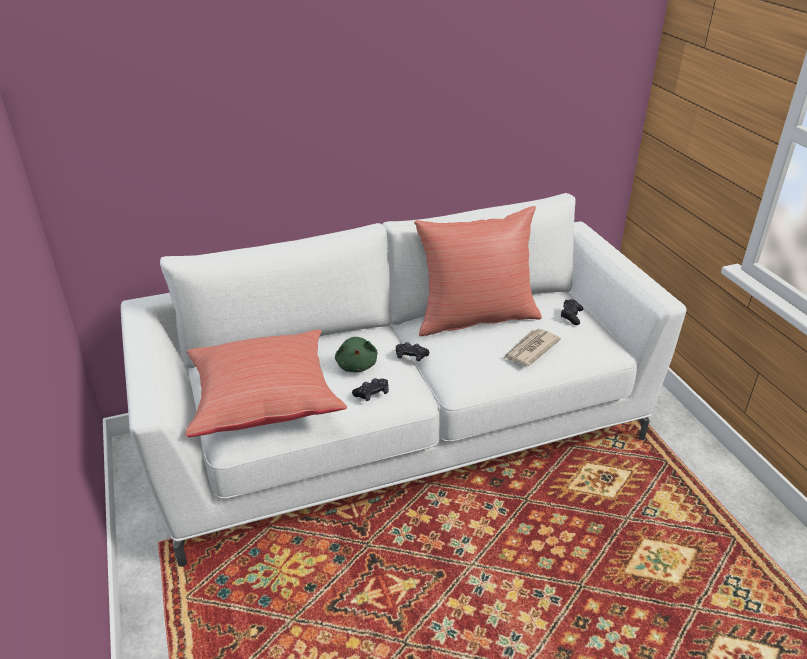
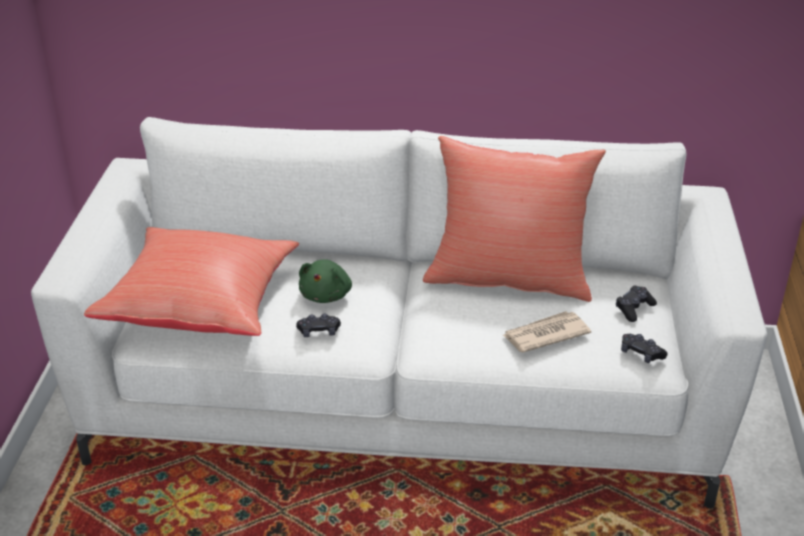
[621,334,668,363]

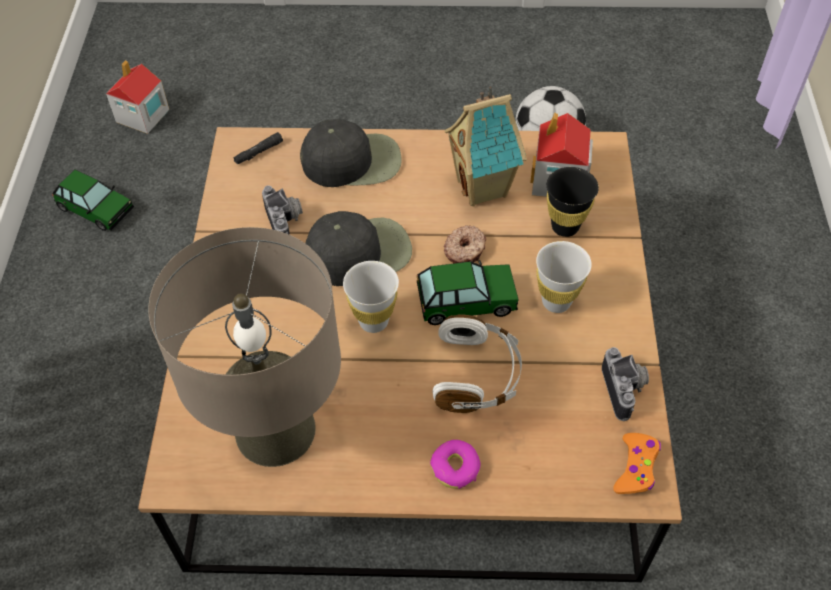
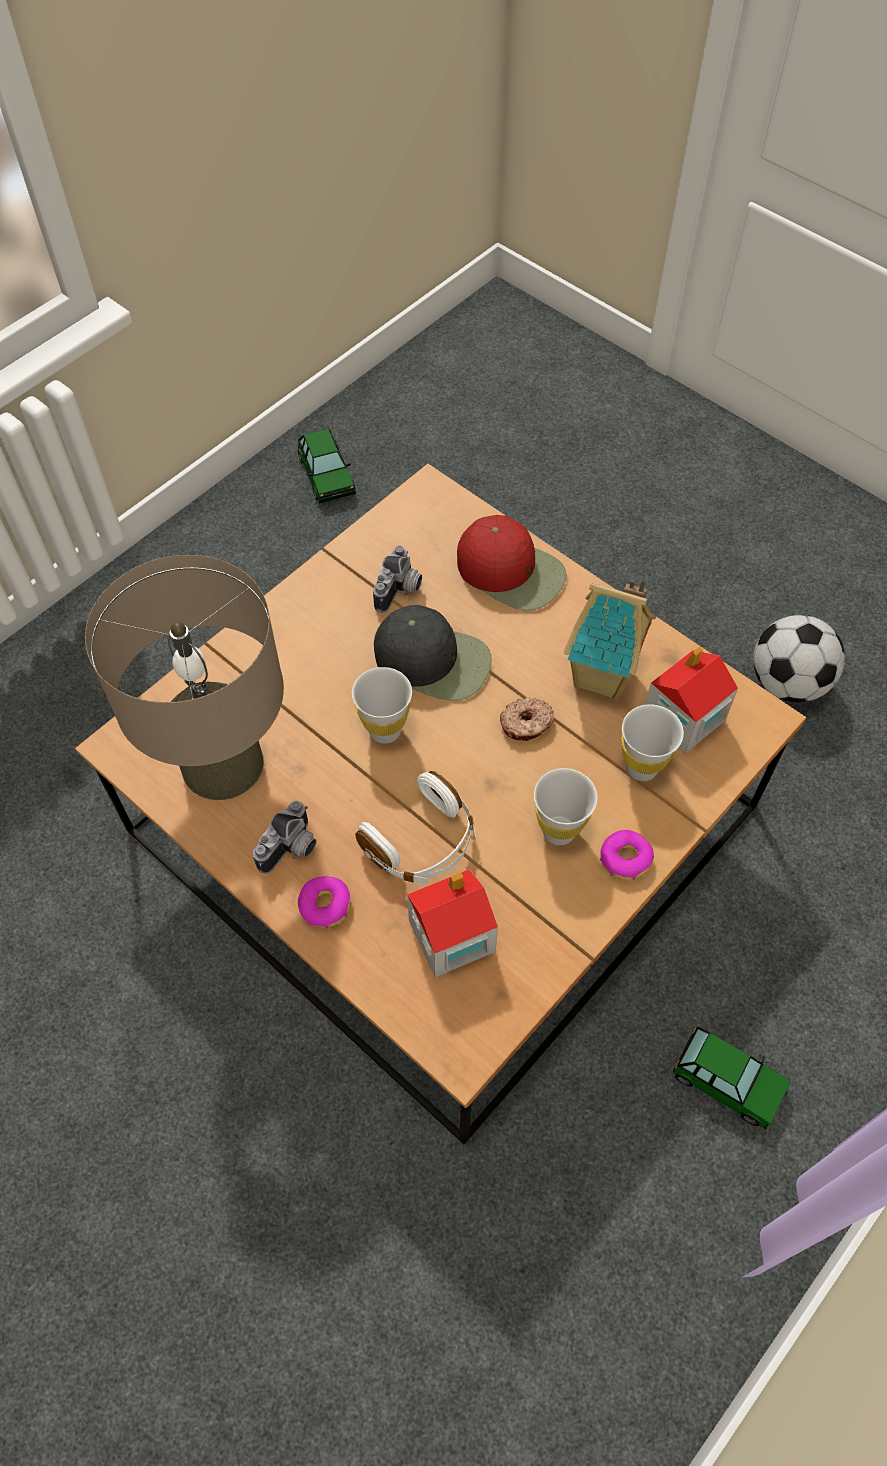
[253,801,317,874]
[407,869,498,977]
[457,515,566,611]
[600,830,654,880]
[621,704,684,781]
[673,1026,791,1129]
[233,132,283,164] (first image)
[613,433,661,494] (first image)

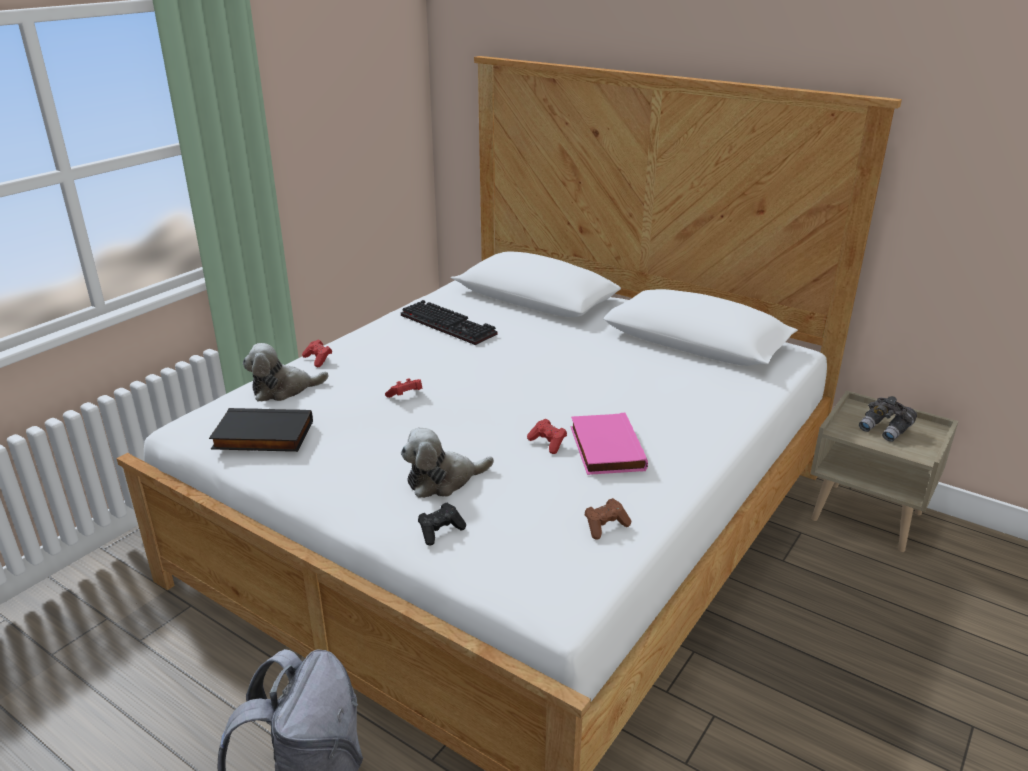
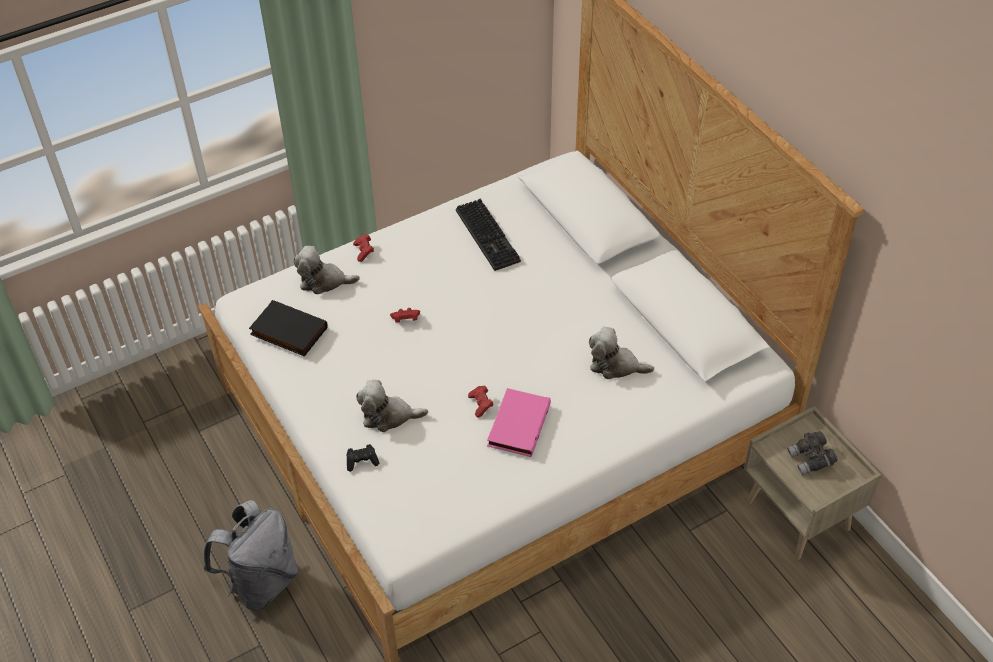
[589,327,654,379]
[585,498,631,540] (first image)

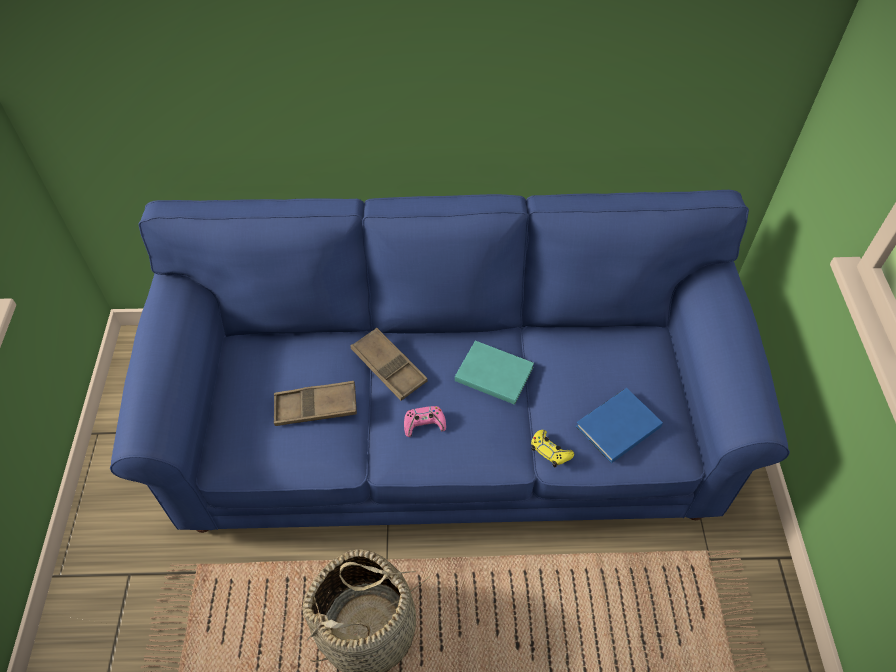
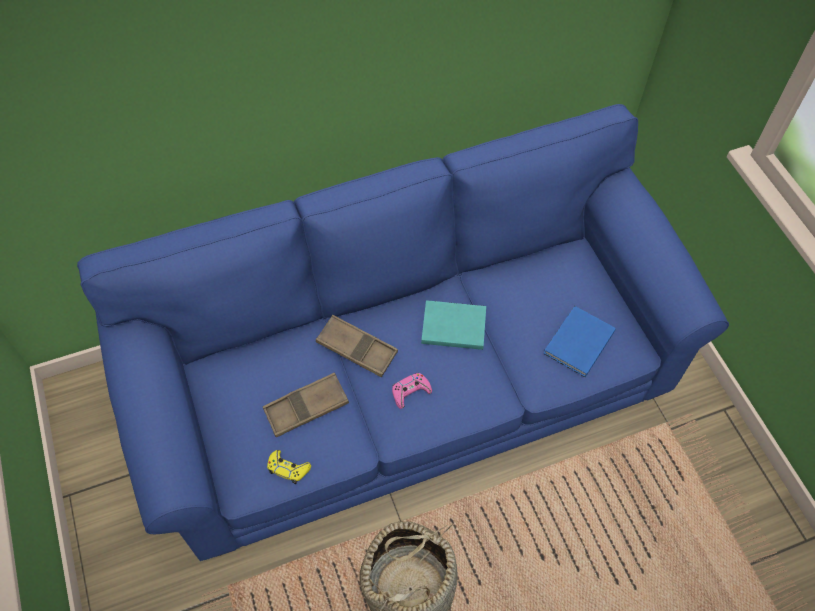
[267,450,311,484]

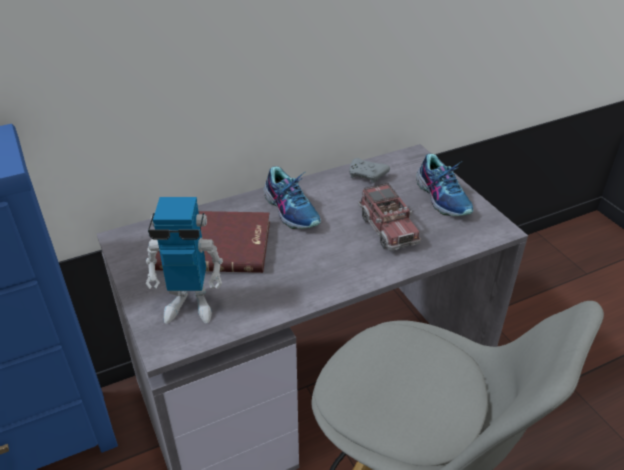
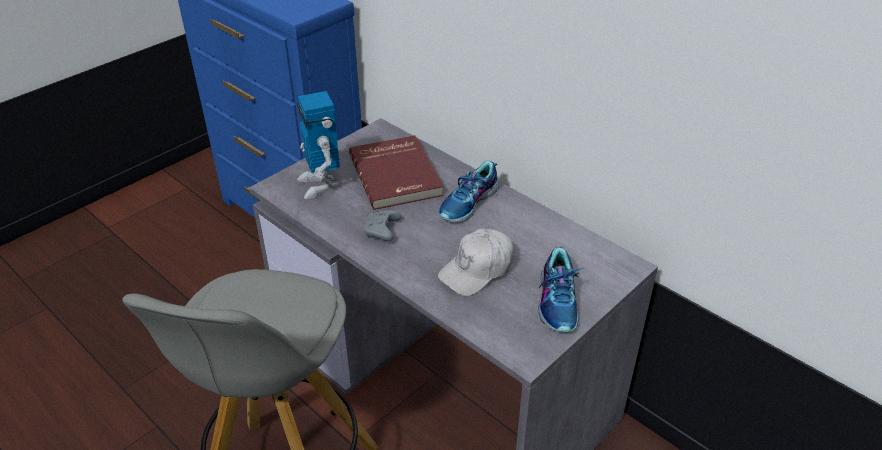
[364,210,401,241]
[438,229,514,296]
[538,247,584,332]

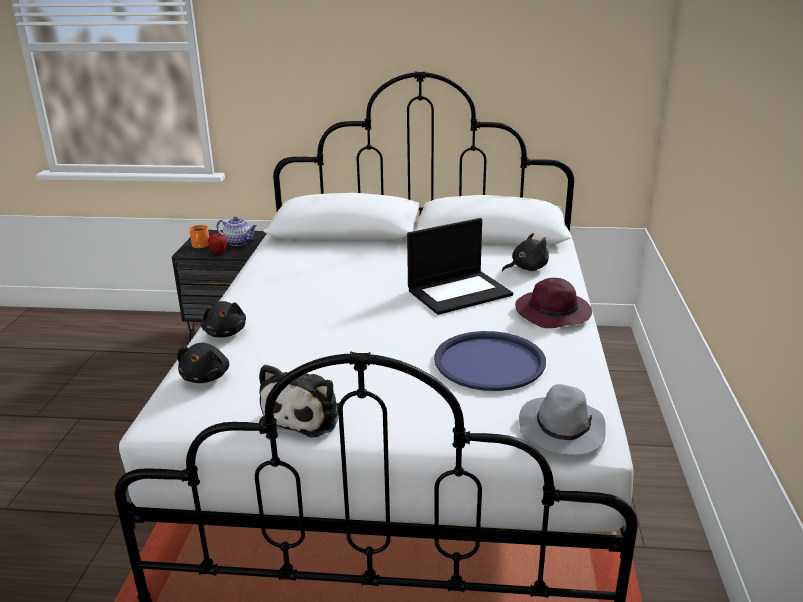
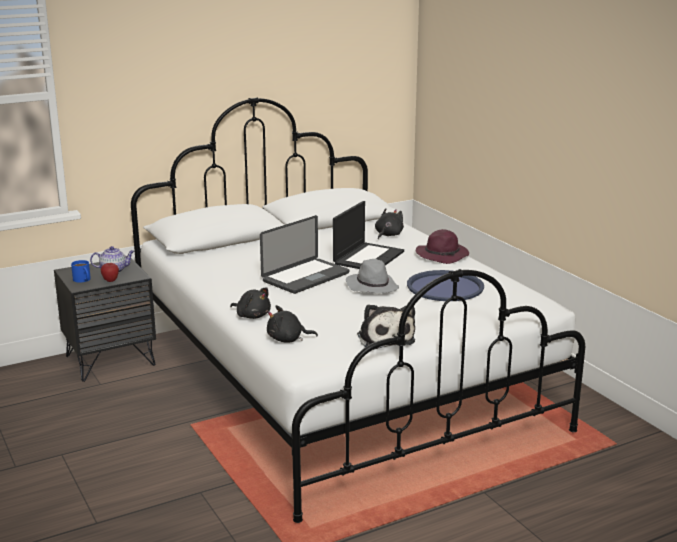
[71,260,91,282]
[260,215,349,294]
[267,305,318,343]
[346,259,399,293]

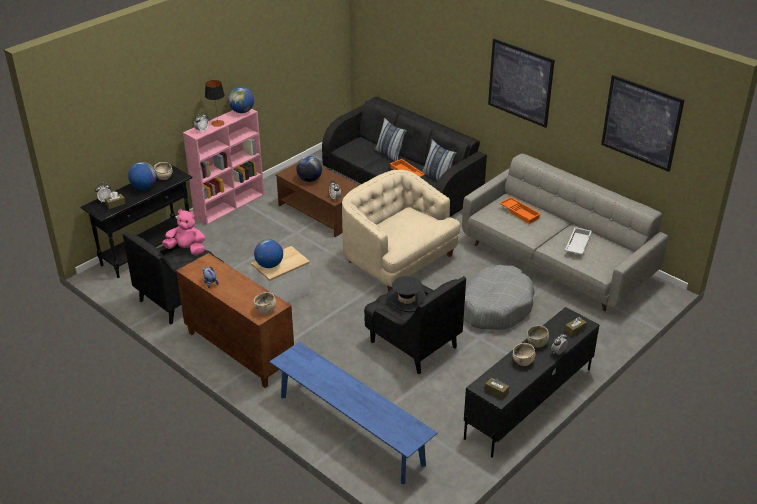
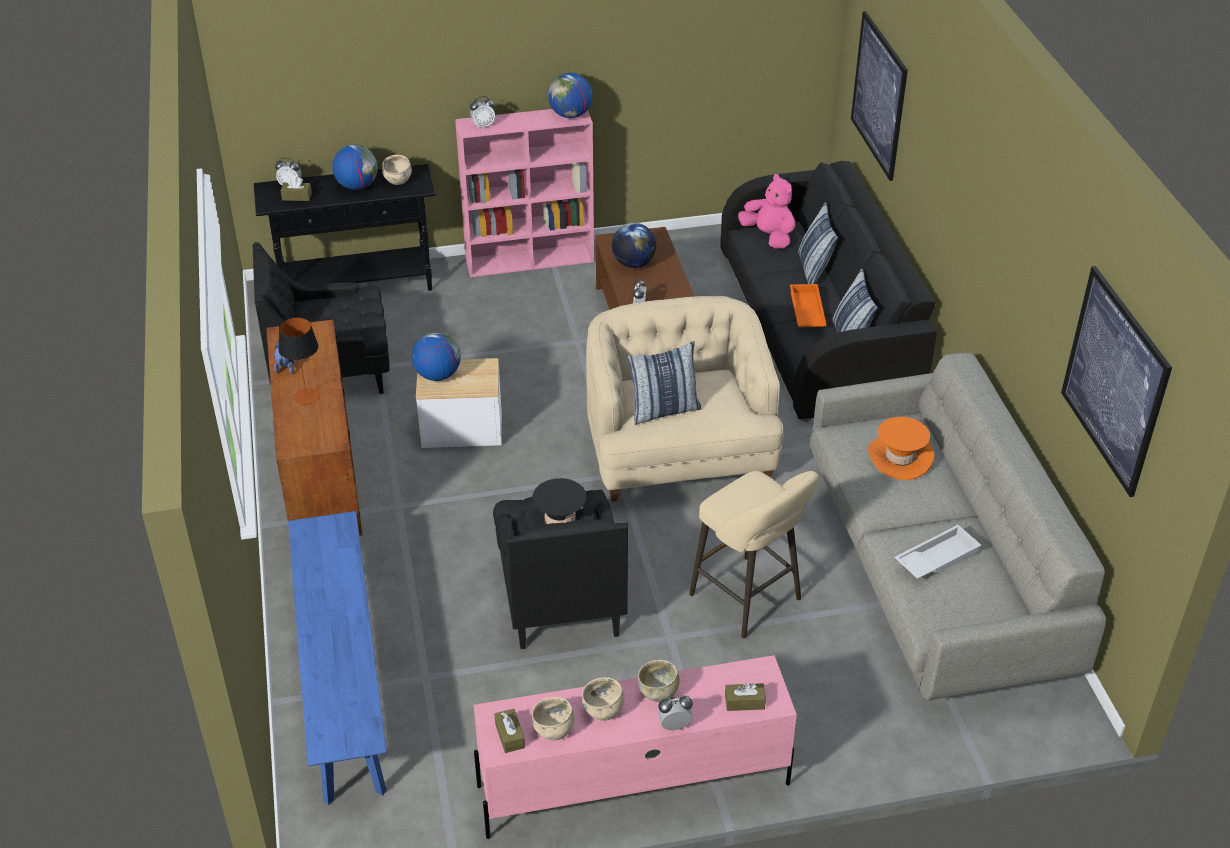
[278,317,320,405]
[474,655,797,839]
[532,697,575,741]
[626,341,702,425]
[689,471,819,638]
[738,174,795,248]
[851,11,908,181]
[868,417,934,480]

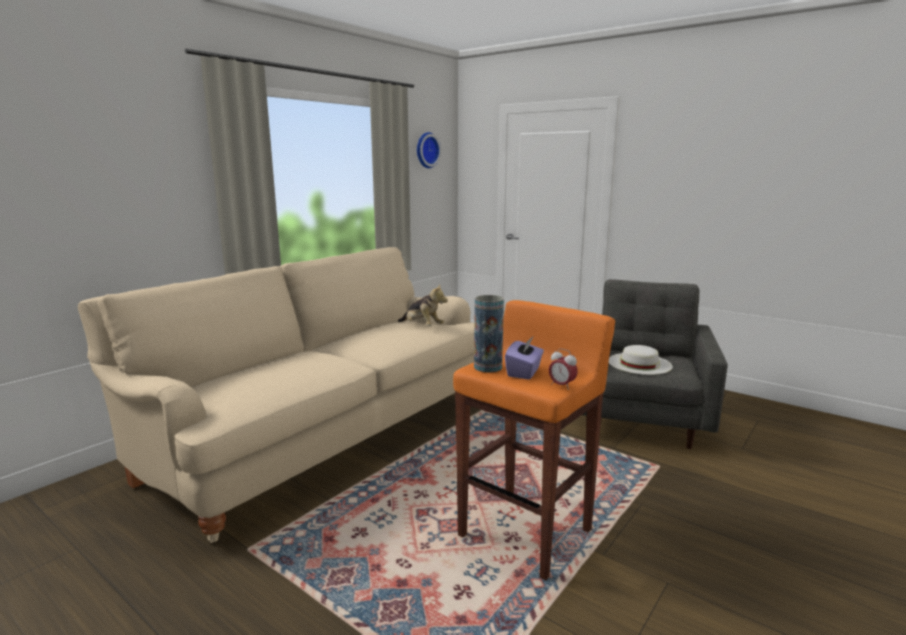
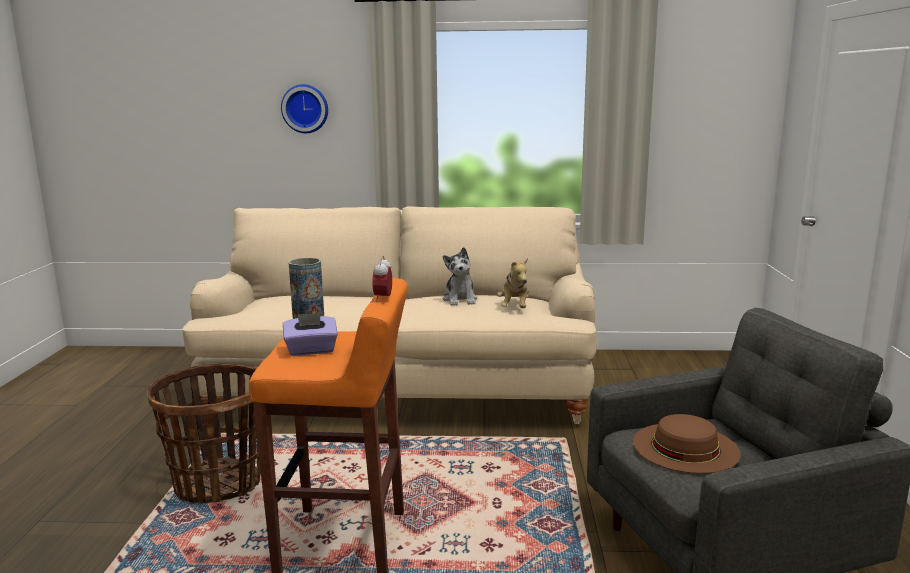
[147,364,261,504]
[281,84,328,133]
[372,256,392,302]
[443,247,477,306]
[633,414,741,474]

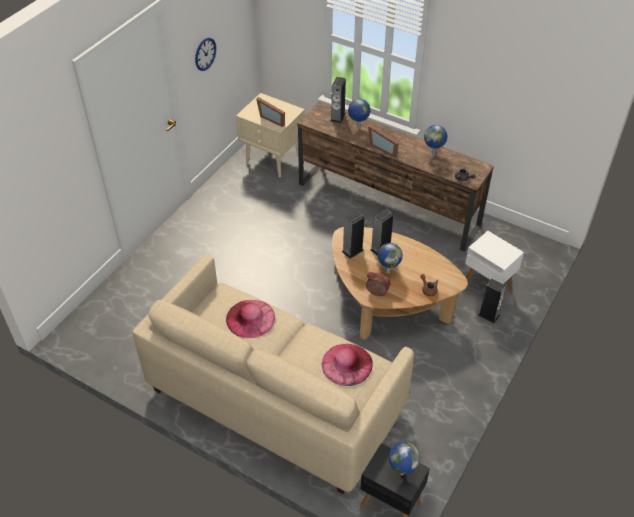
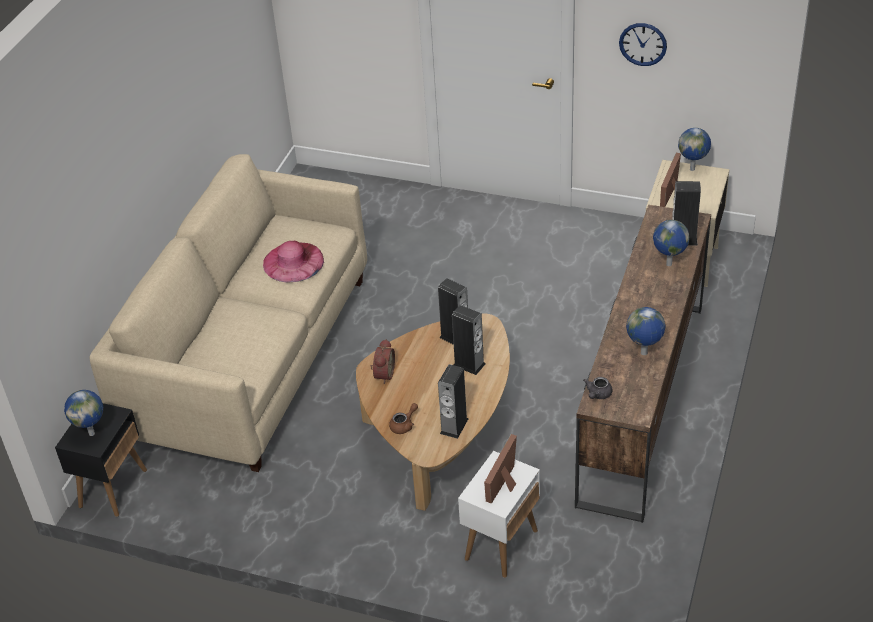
[438,364,468,439]
[484,434,517,504]
[678,128,711,171]
[322,344,373,386] (first image)

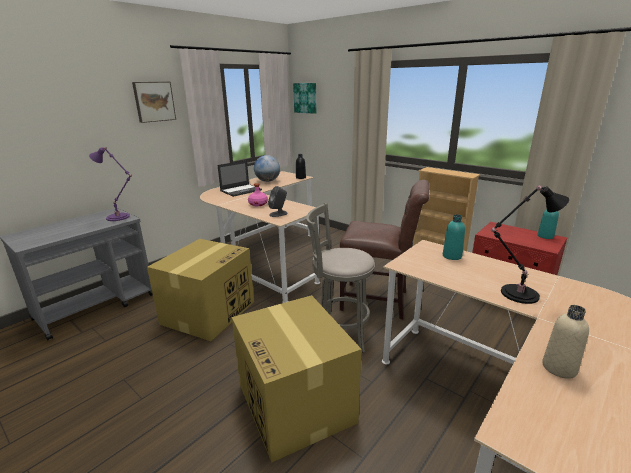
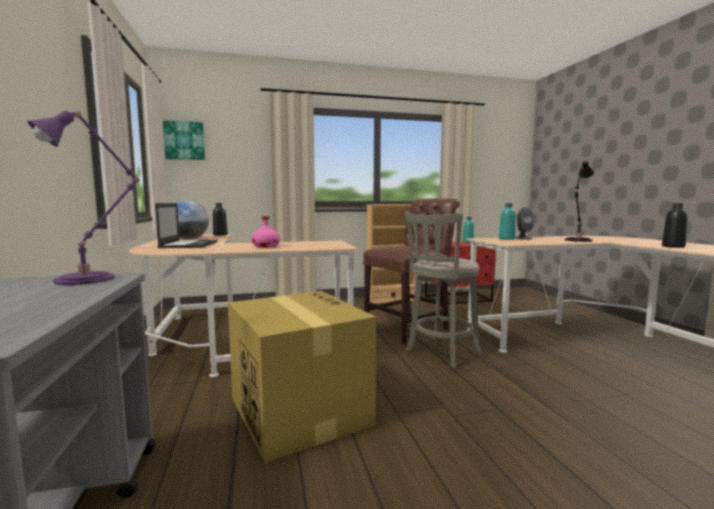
[515,207,534,240]
[662,203,688,248]
[132,82,176,123] (first image)
[232,295,361,463] (first image)

